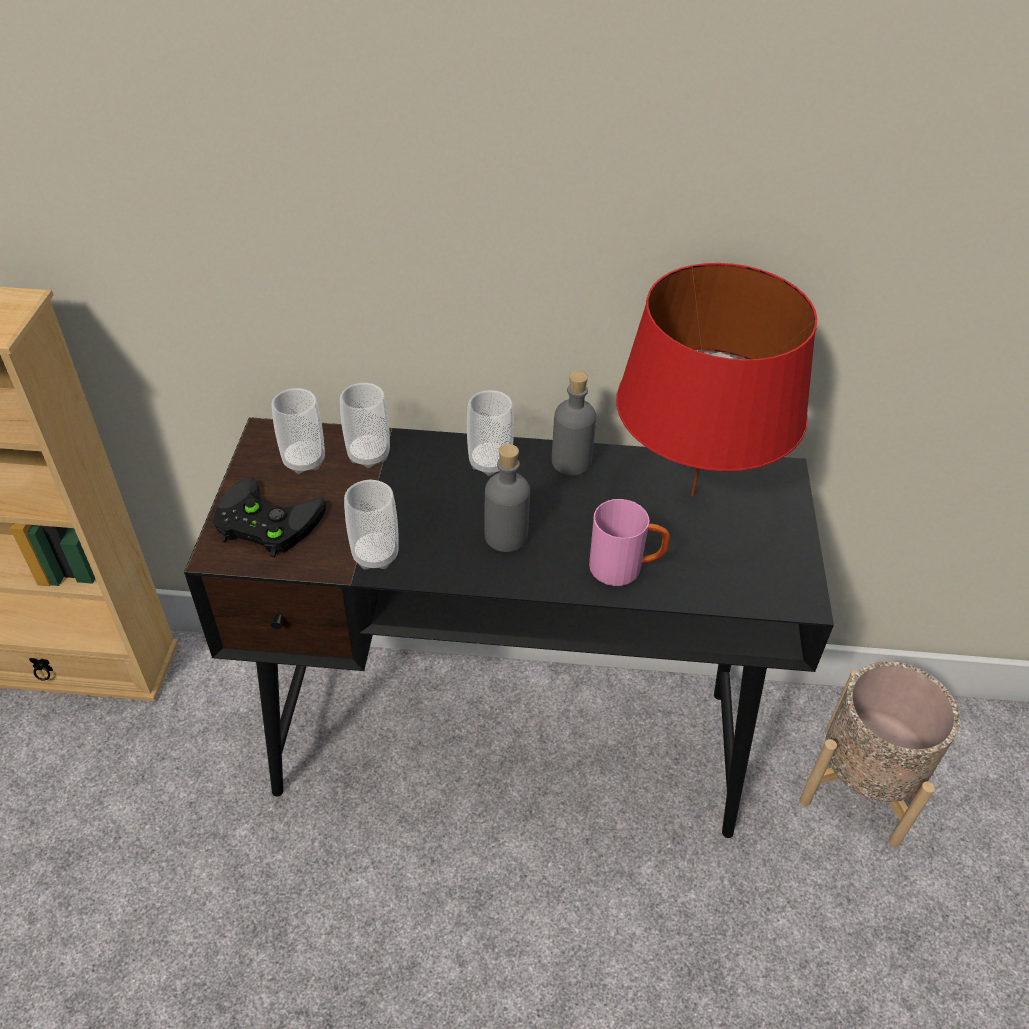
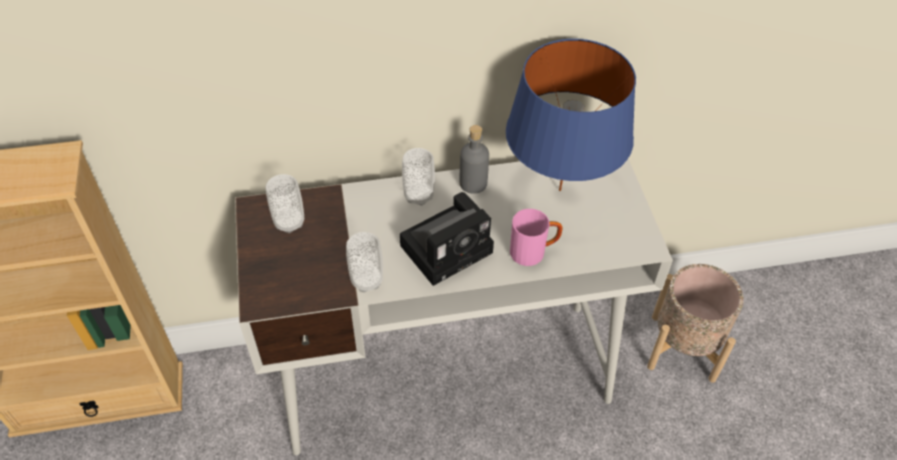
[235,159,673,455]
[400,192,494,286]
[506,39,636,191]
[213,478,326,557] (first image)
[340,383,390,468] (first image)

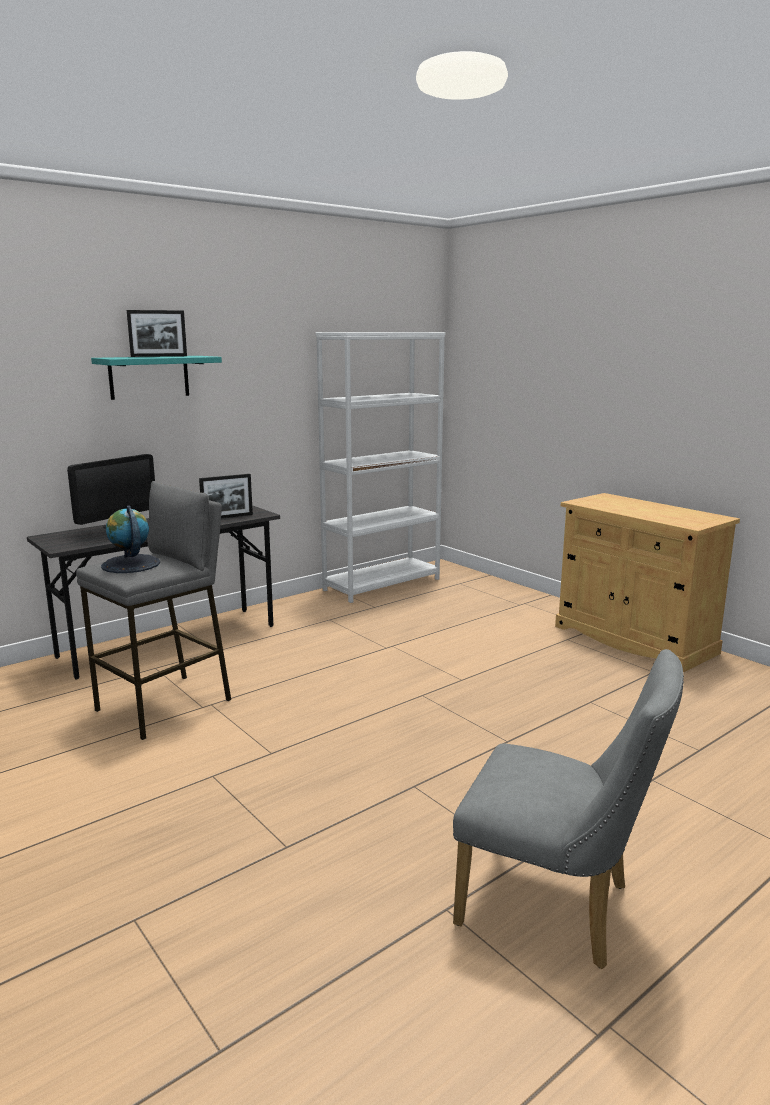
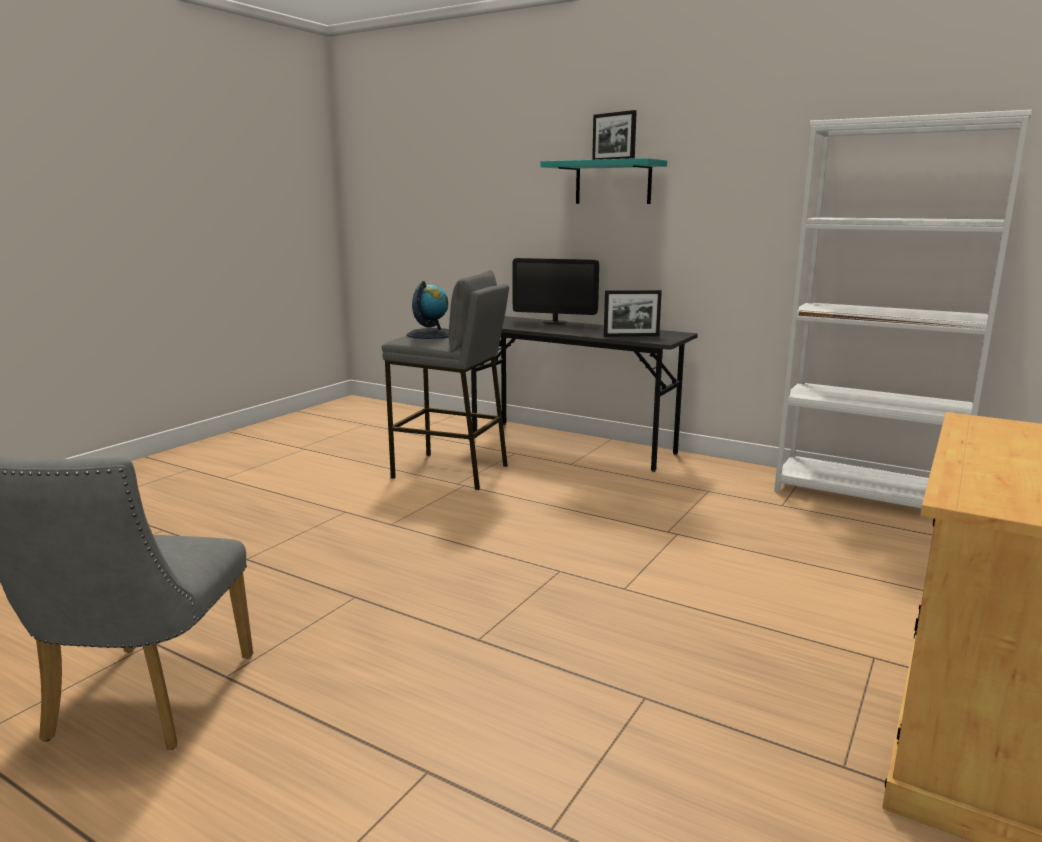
[604,290,662,337]

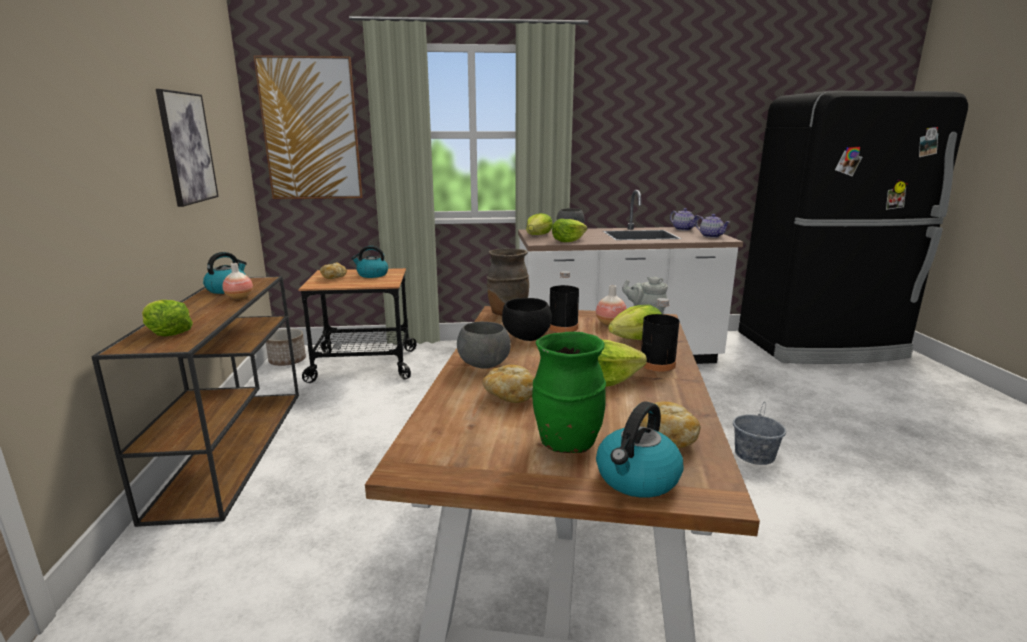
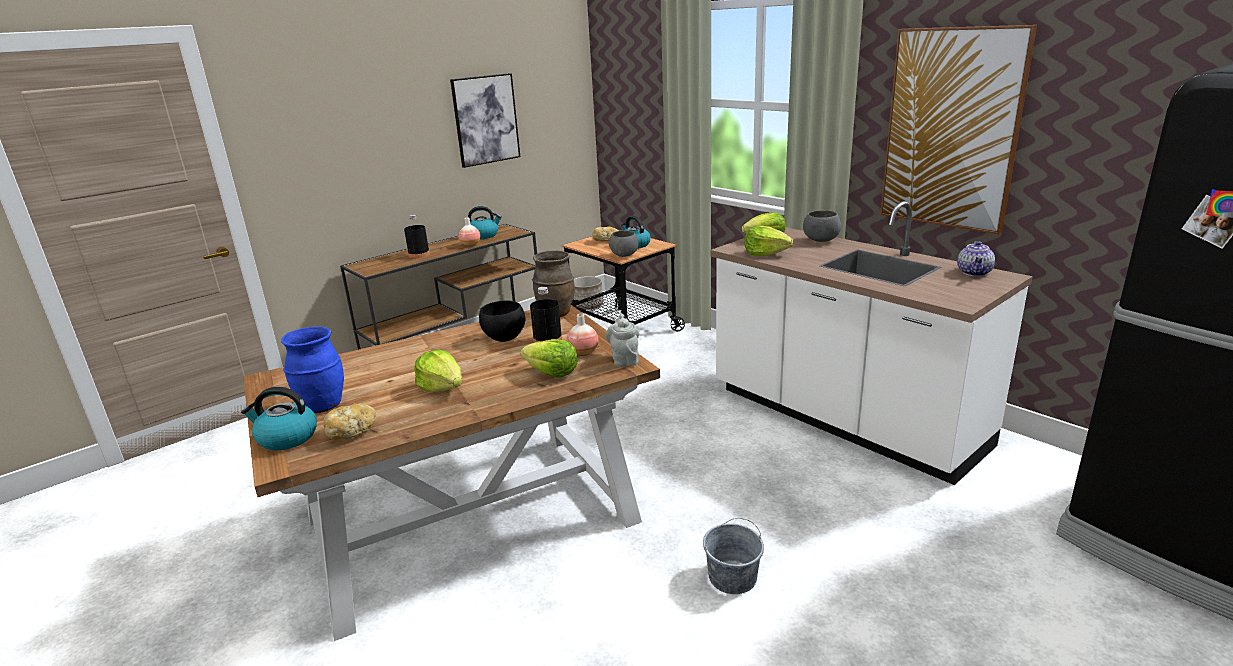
[281,327,344,413]
[404,215,430,258]
[609,230,639,257]
[880,25,1037,234]
[142,300,193,337] (first image)
[482,365,535,403] (first image)
[696,214,730,238] (first image)

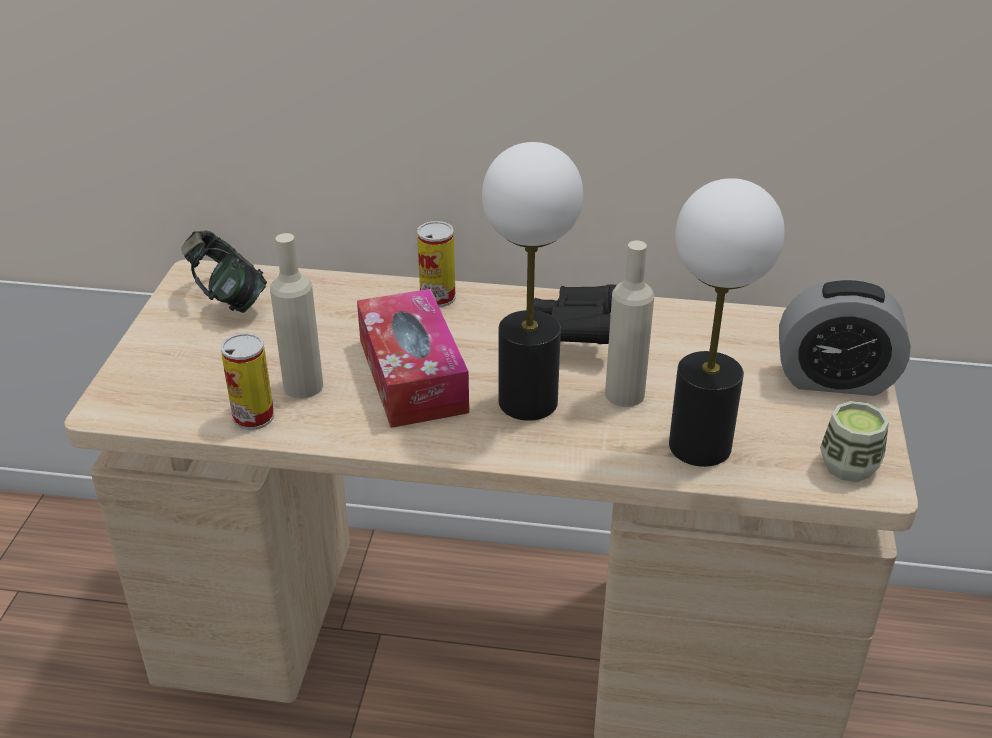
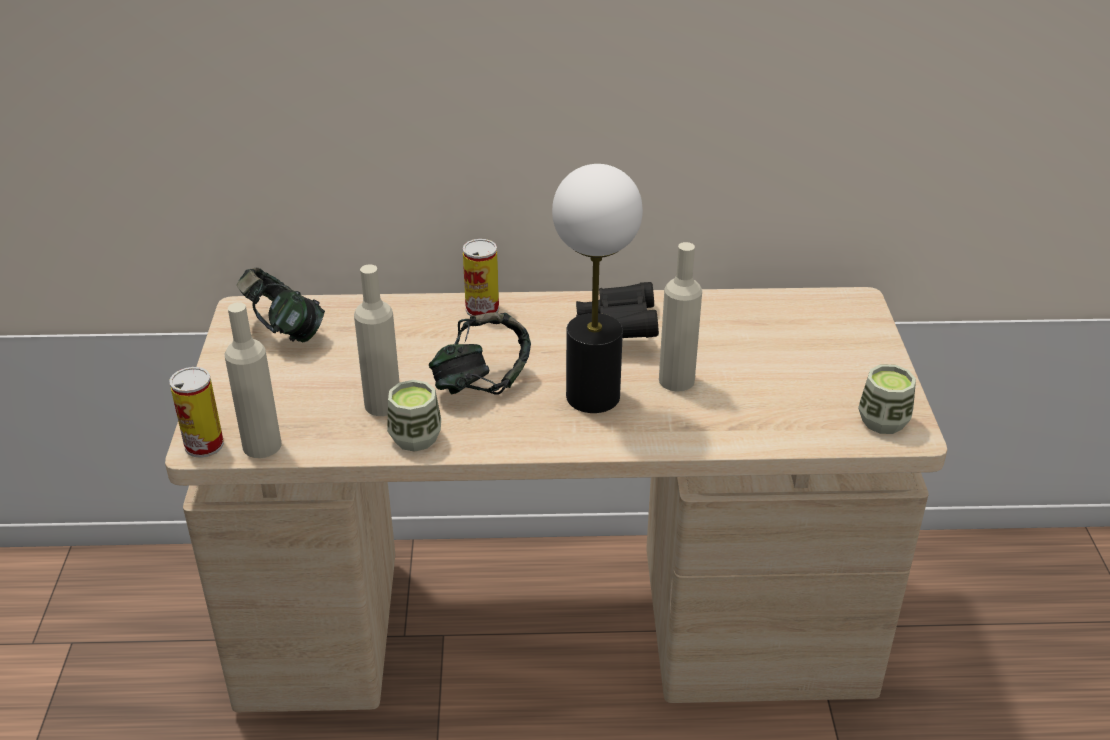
[169,367,224,458]
[225,302,282,458]
[387,380,441,452]
[429,312,531,395]
[669,178,784,467] (first image)
[779,278,911,396] (first image)

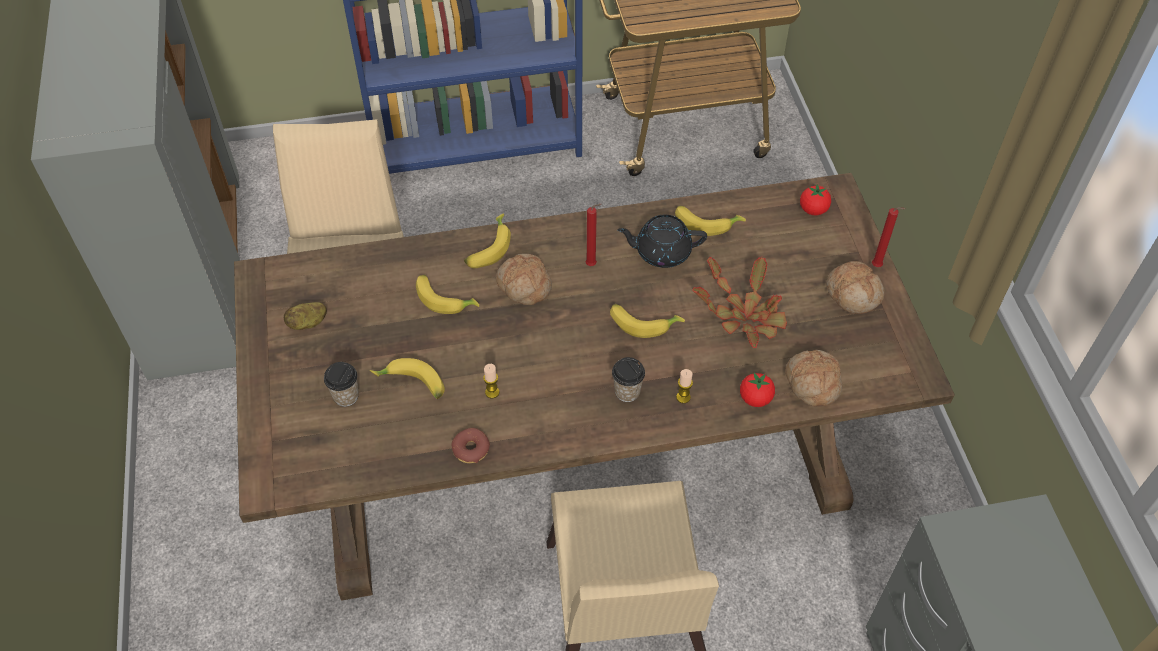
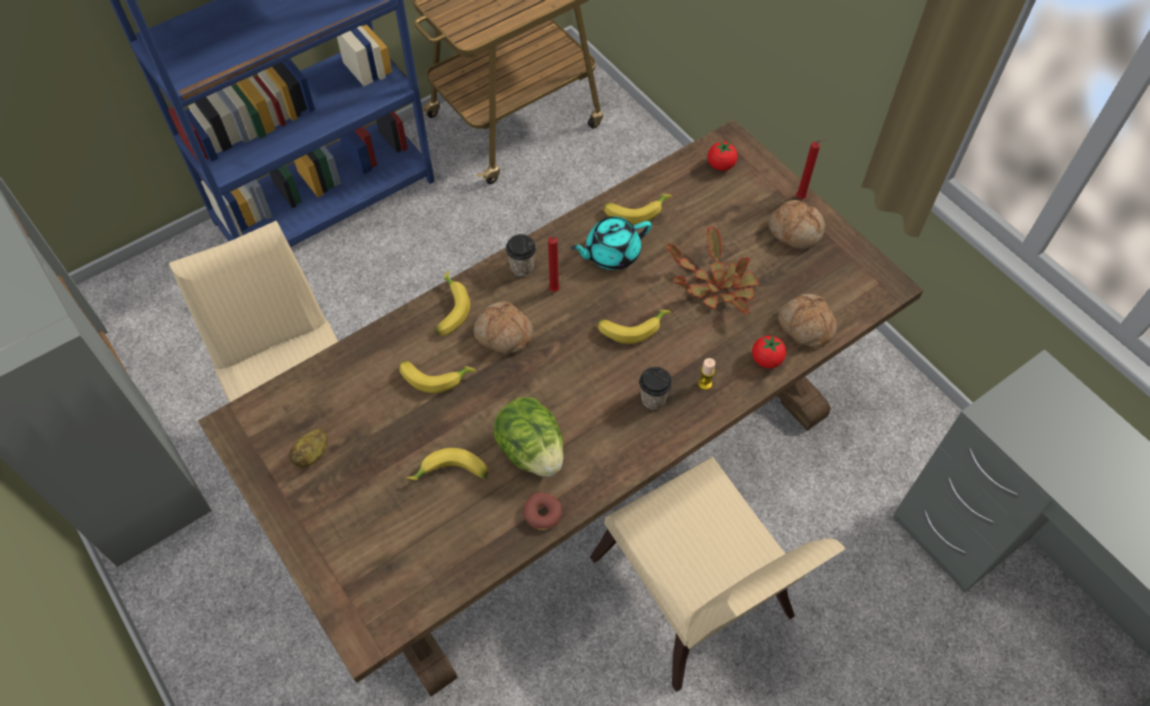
[493,397,563,477]
[506,234,536,276]
[570,216,652,270]

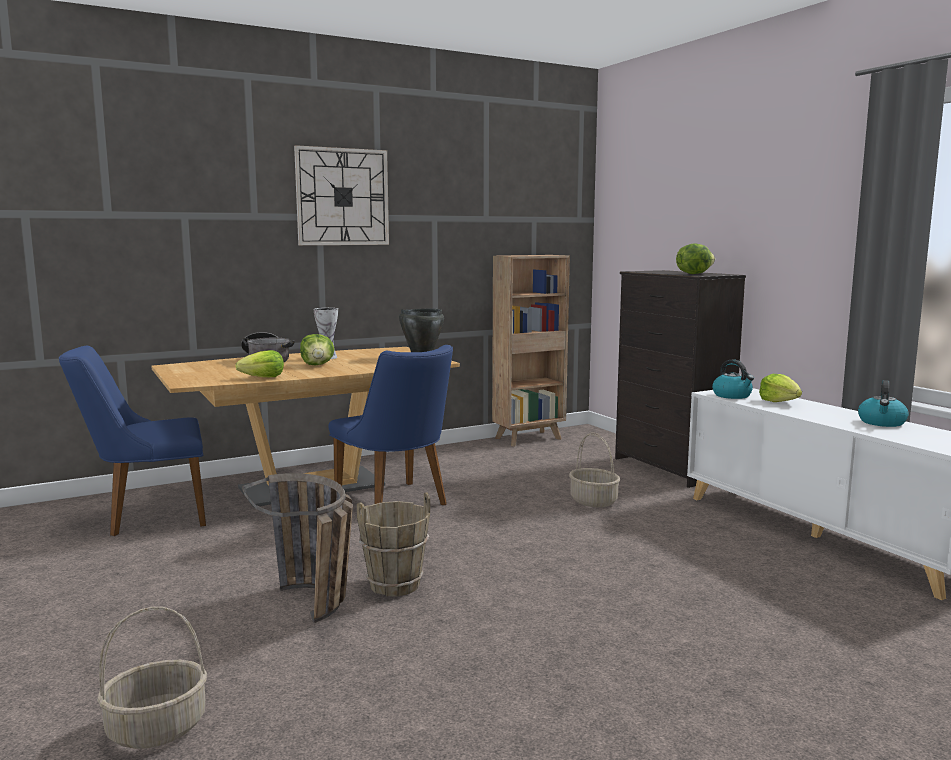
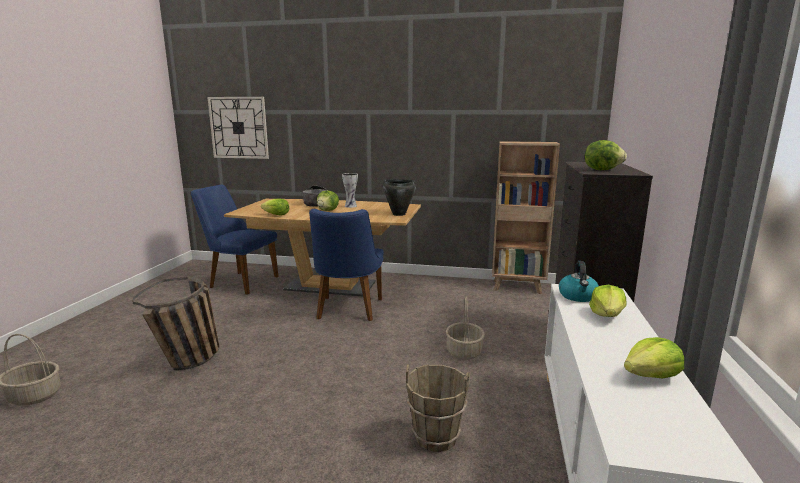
[207,97,269,159]
[406,364,470,452]
[624,337,684,378]

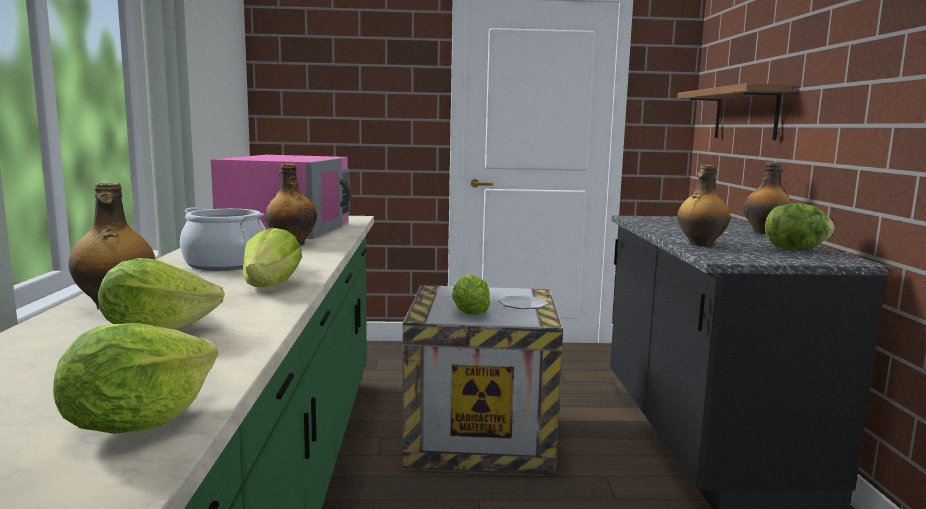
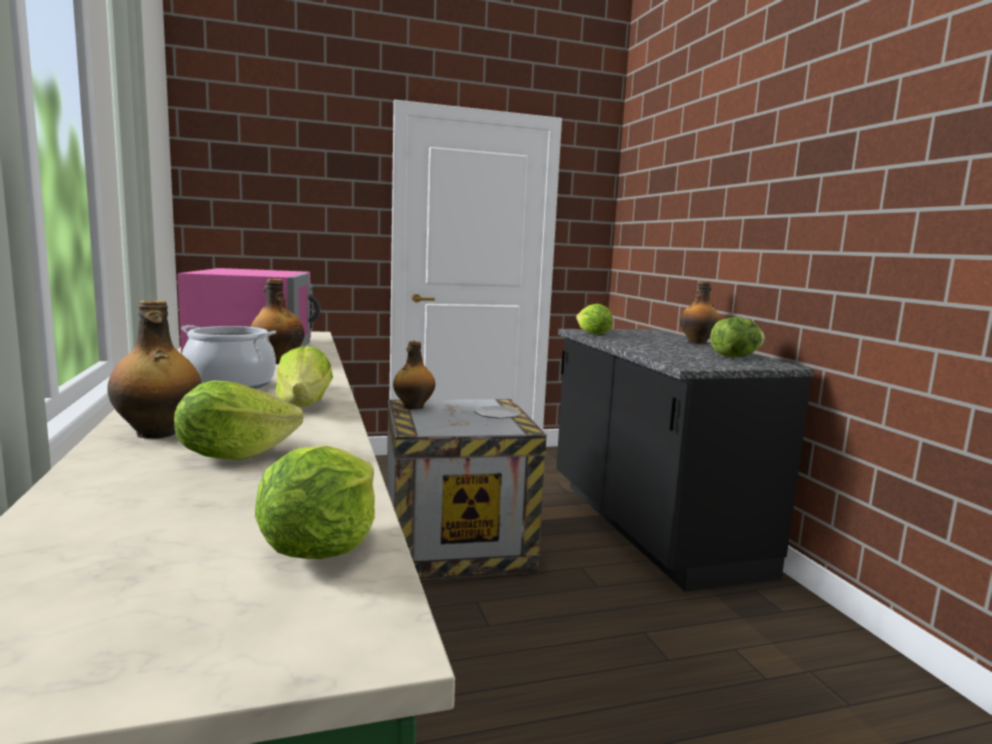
[393,341,435,409]
[576,304,612,334]
[677,83,793,140] (first image)

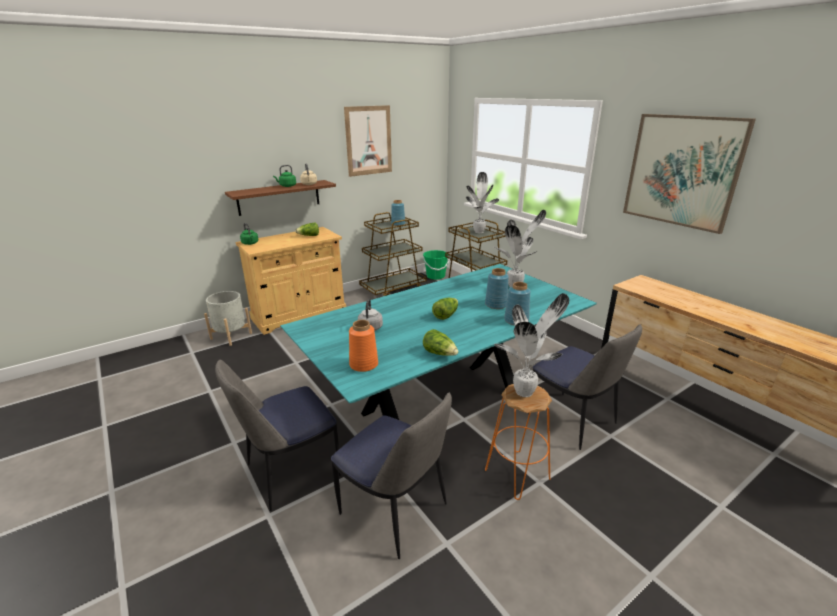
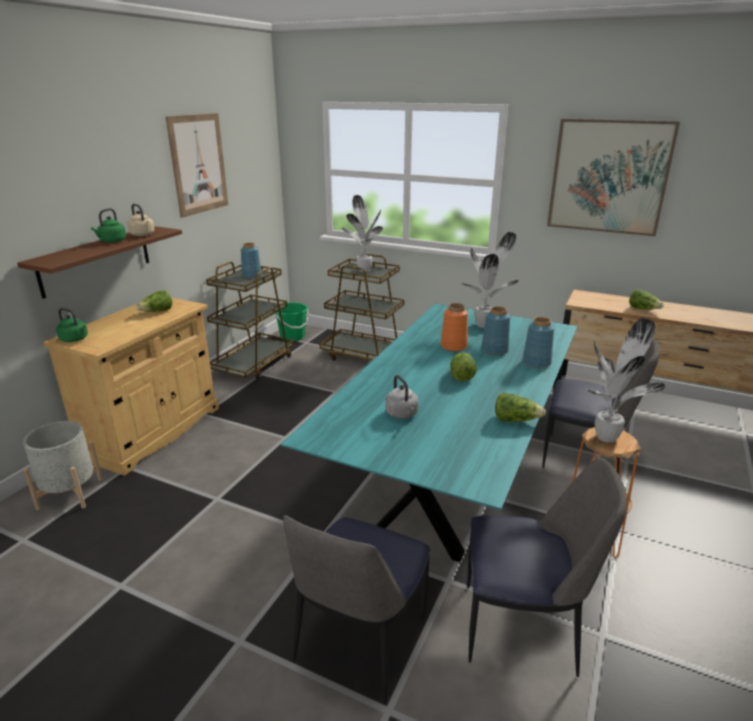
[441,303,468,351]
[629,289,664,310]

